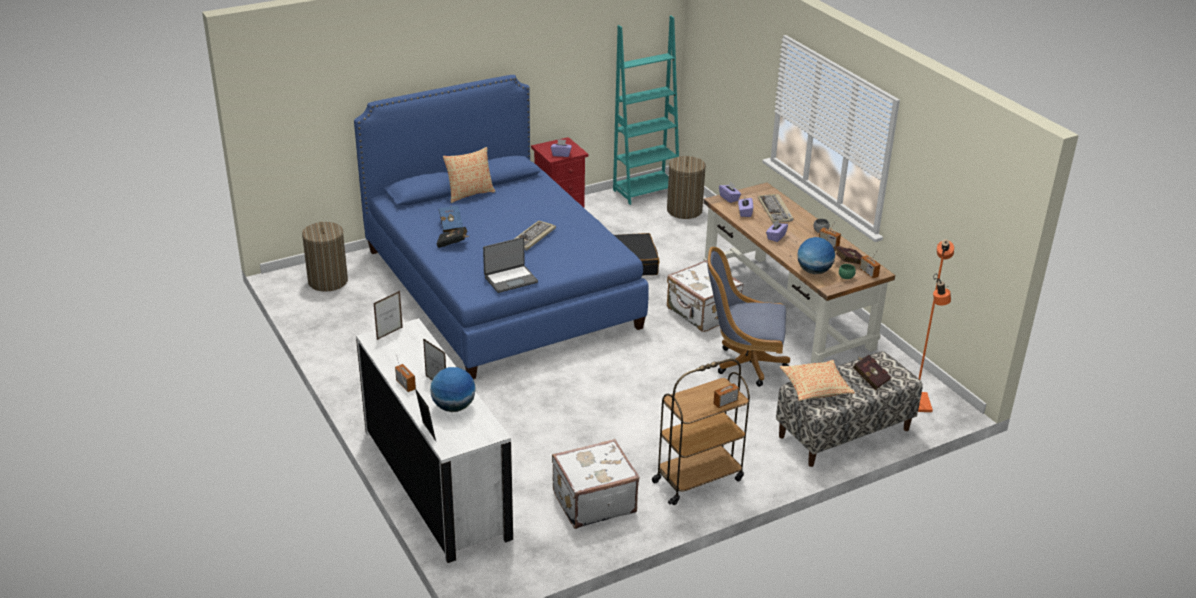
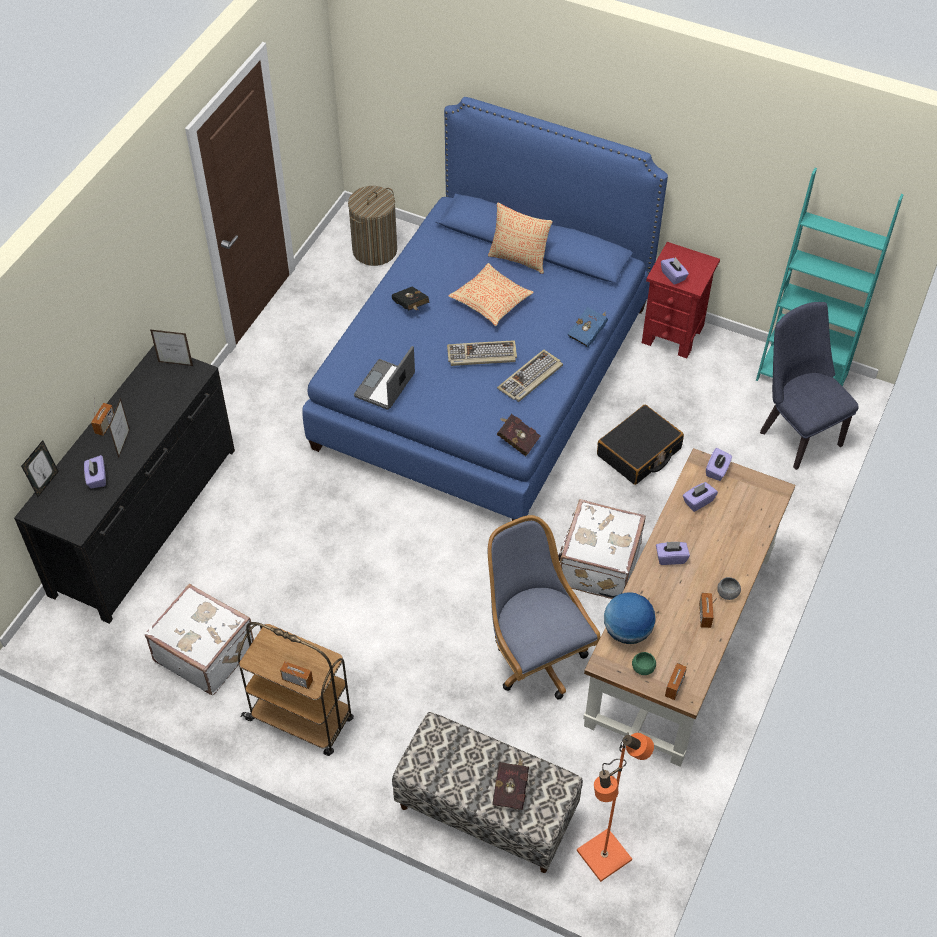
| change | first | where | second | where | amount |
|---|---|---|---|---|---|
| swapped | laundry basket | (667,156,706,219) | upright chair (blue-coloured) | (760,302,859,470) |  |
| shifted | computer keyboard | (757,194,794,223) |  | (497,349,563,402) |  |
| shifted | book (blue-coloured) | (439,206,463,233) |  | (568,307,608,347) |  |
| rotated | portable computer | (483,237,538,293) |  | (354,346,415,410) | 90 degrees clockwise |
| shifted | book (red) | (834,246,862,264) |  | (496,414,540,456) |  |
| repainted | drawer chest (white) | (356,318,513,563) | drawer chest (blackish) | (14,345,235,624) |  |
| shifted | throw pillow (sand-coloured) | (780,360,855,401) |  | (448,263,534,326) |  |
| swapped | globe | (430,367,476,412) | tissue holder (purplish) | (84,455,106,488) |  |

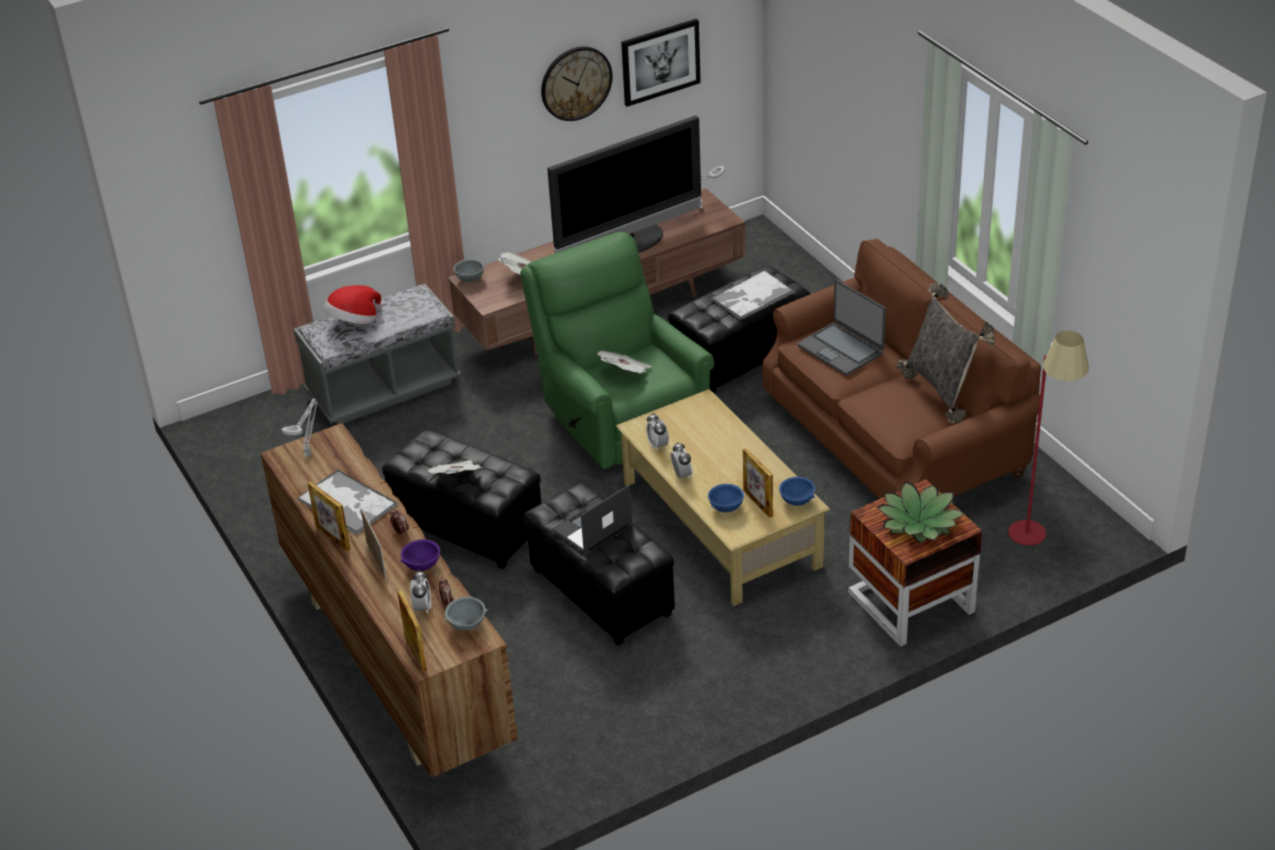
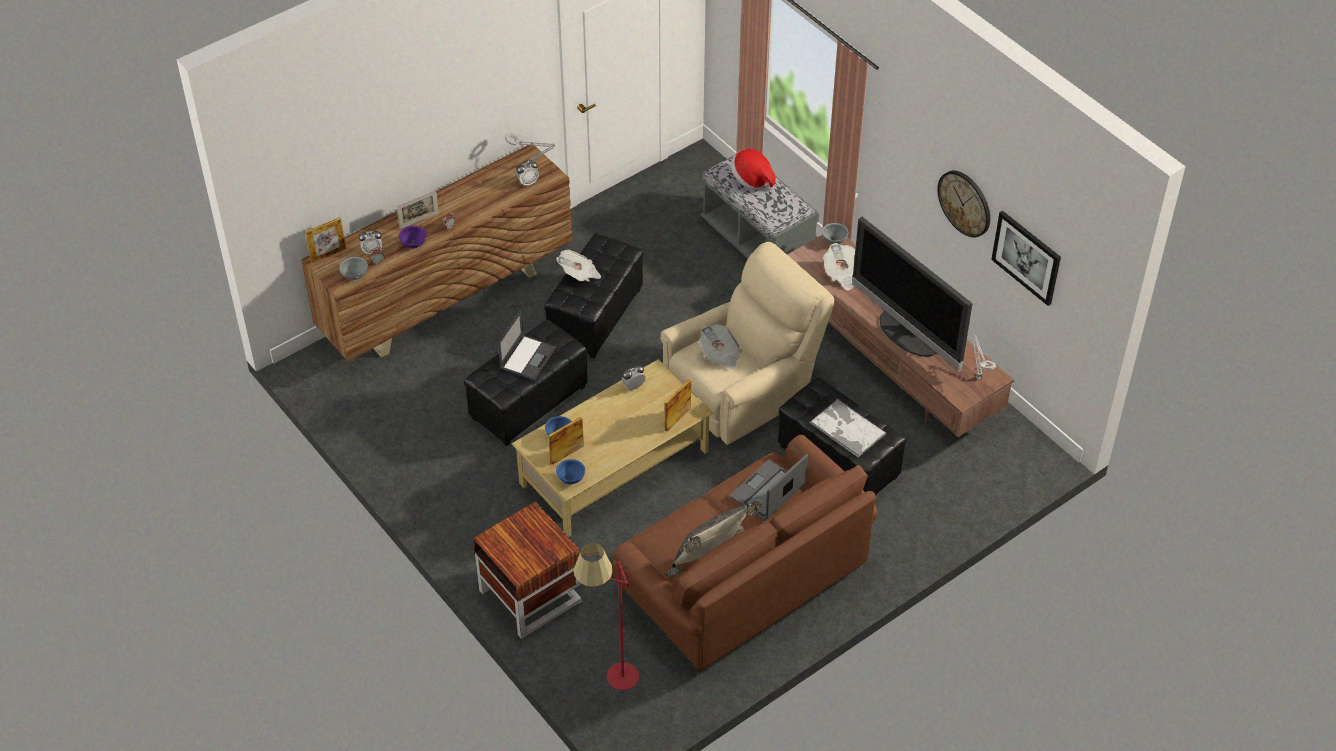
| change | first | where | second | where | amount |
|---|---|---|---|---|---|
| repainted | easy chair (green-coloured) | (520,232,714,469) | easy chair (sand-coloured) | (660,242,835,445) |  |
| shifted | table clock | (671,443,692,479) |  | (516,160,539,187) |  |
| gone | carrying tray | (298,469,397,535) |  |  |  |
| shifted | picture frame | (307,481,350,551) |  | (665,379,691,431) |  |
| gone | potted plant | (877,481,965,543) |  |  |  |
| rotated | portable computer | (552,484,633,555) |  | (498,310,556,381) | 75 degrees clockwise |

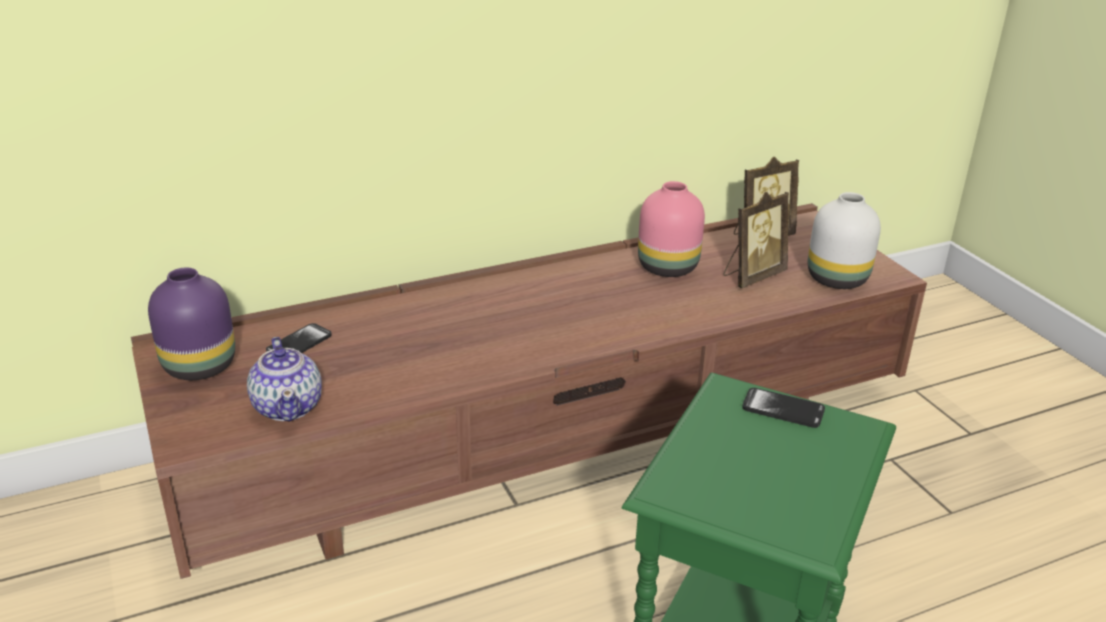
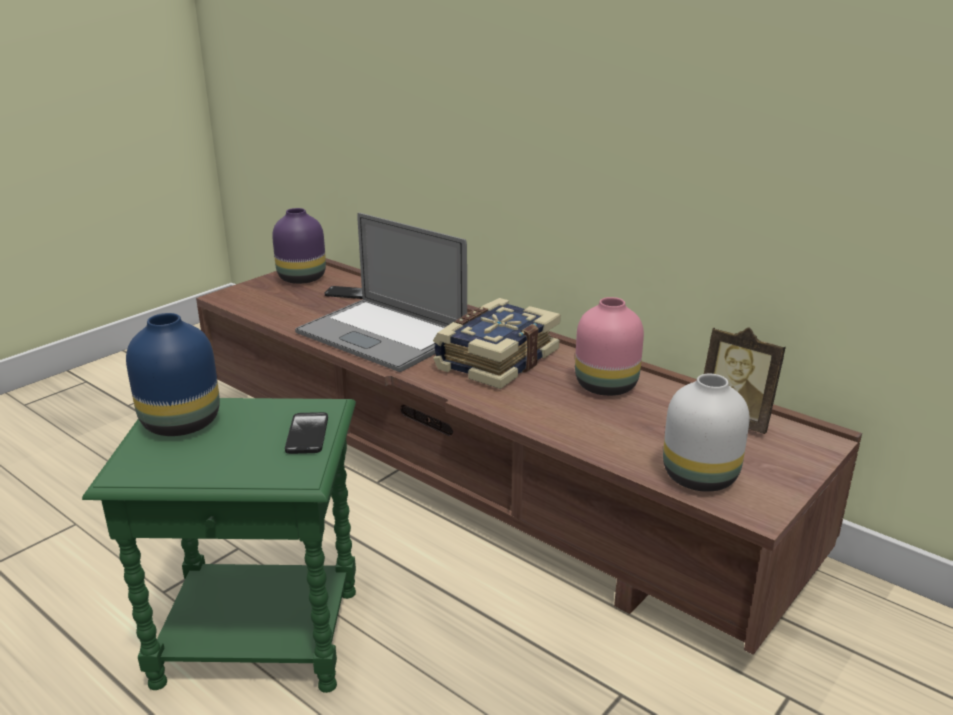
| change | first | where | second | where | amount |
|---|---|---|---|---|---|
| gone | picture frame | (723,192,789,288) |  |  |  |
| gone | tea pot | (247,337,322,421) |  |  |  |
| new |  |  | portable computer | (295,213,467,372) |  |
| new |  |  | book | (433,298,561,389) |  |
| new |  |  | vase (blue-coloured) | (126,313,220,436) |  |

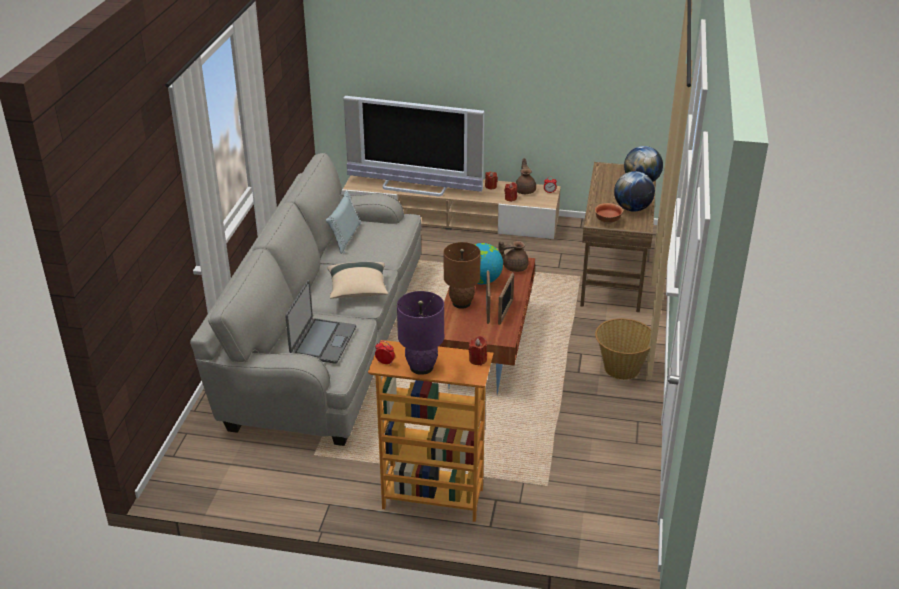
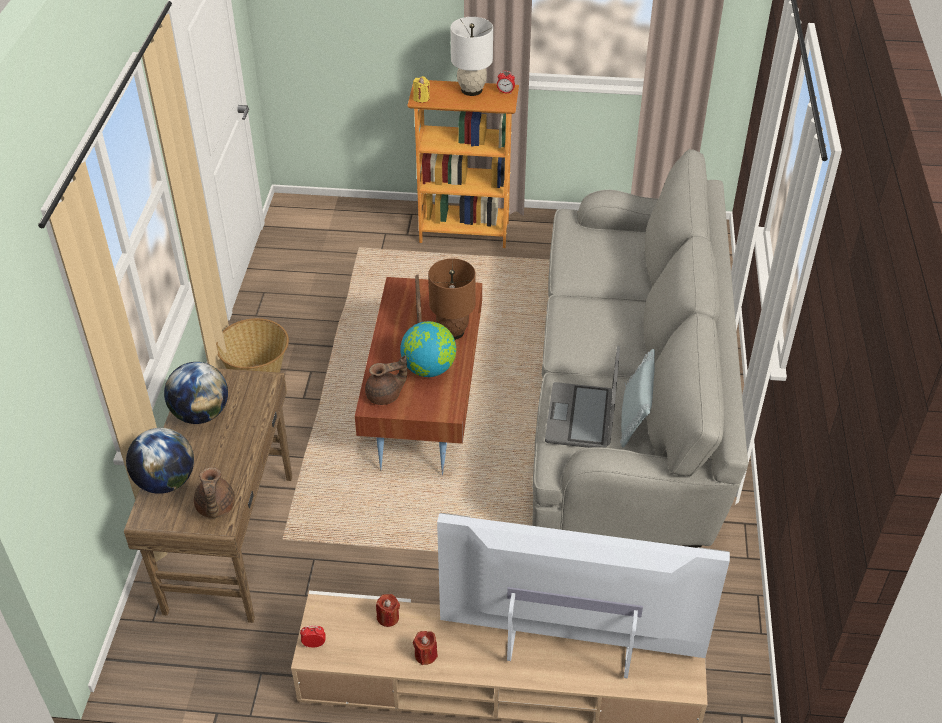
| change | first | where | second | where | amount |
|---|---|---|---|---|---|
| shifted | tea pot (brownish) | (516,158,536,194) |  | (194,467,235,518) |  |
| gone | serving bowl | (595,203,623,224) |  |  |  |
| gone | throw pillow (sand-coloured) | (327,262,388,299) |  |  |  |
| gone | picture frame | (498,273,514,325) |  |  |  |
| shifted | portable computer | (285,280,356,364) |  | (545,346,620,448) |  |
| repainted | table lamp (purplish) | (397,291,444,375) | table lamp (white) | (451,17,493,96) |  |
| repainted | wax candle (red) | (468,336,487,365) | wax candle (yellowish) | (413,76,430,103) |  |

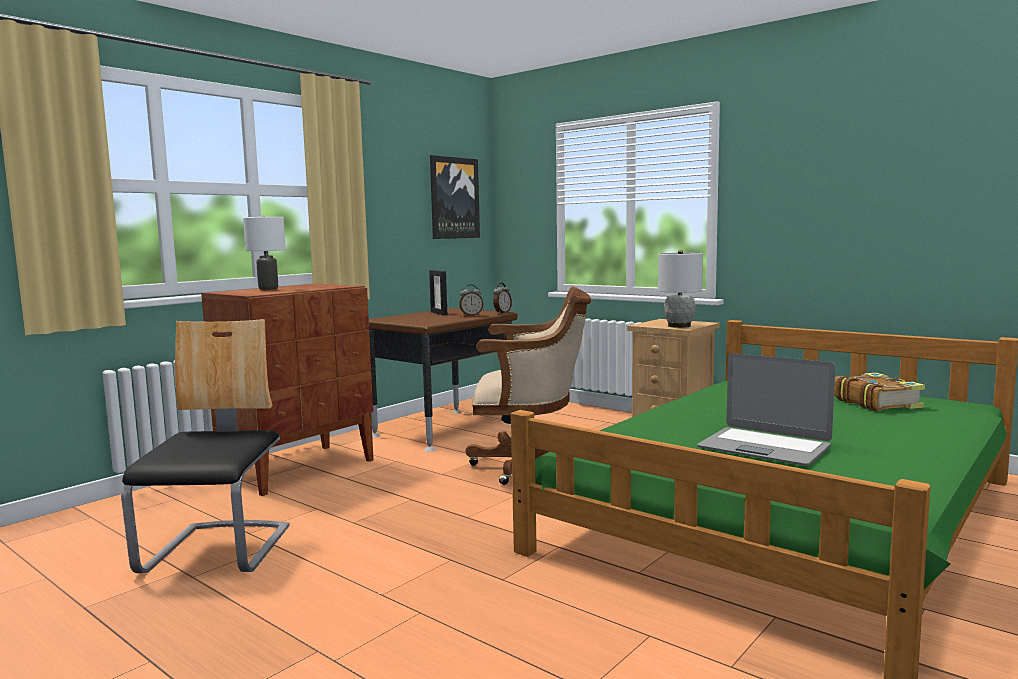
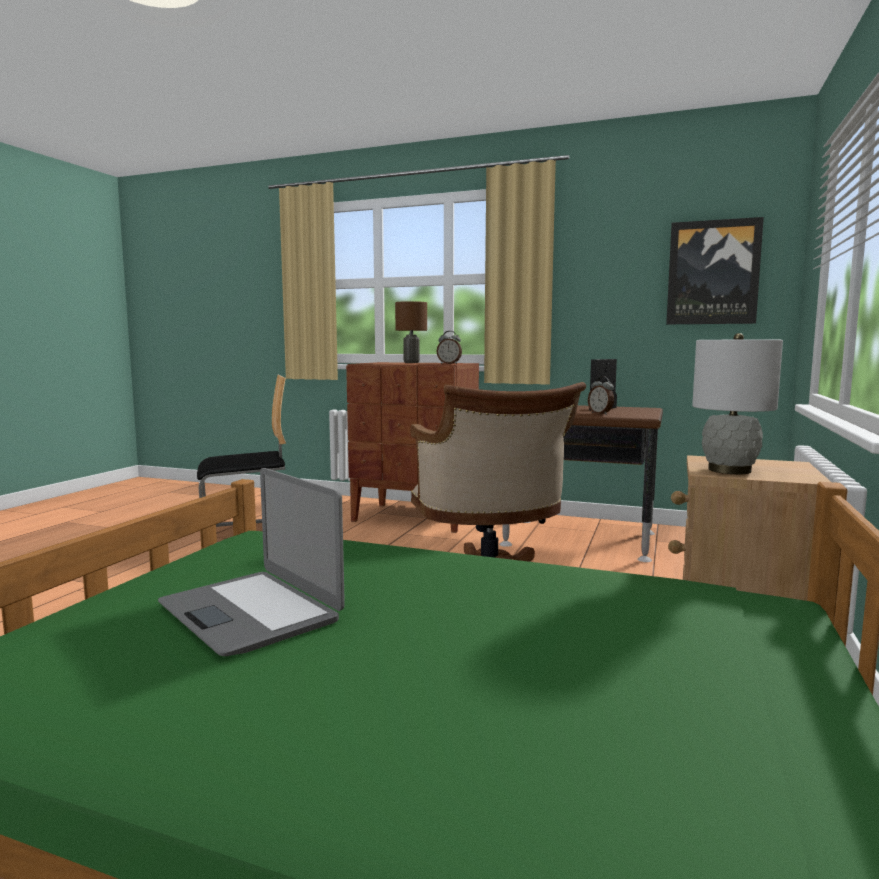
| change | first | where | second | where | amount |
|---|---|---|---|---|---|
| repainted | table lamp (white) | (243,216,286,290) | table lamp (brownish) | (395,301,427,363) |  |
| shifted | table clock | (493,283,512,314) |  | (437,331,462,364) |  |
| rotated | portable computer | (697,353,836,466) |  | (158,468,345,656) | 60 degrees counterclockwise |
| gone | book | (834,373,925,411) |  |  |  |

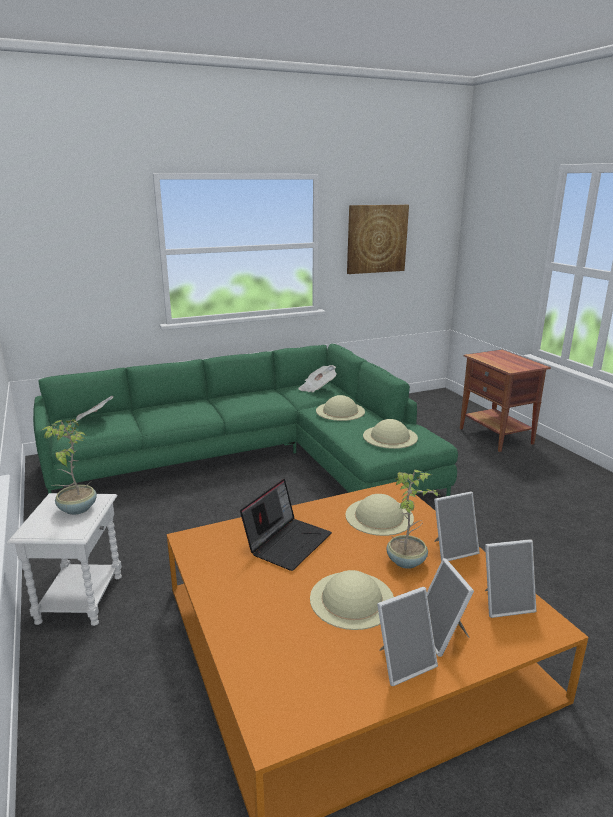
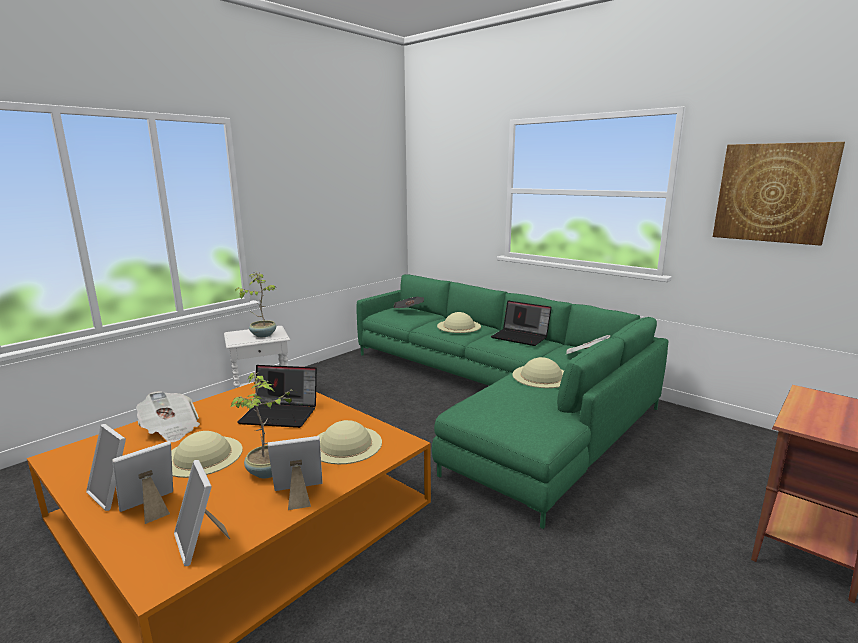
| change | first | where | second | where | amount |
|---|---|---|---|---|---|
| shifted | clothing hat (sand-coloured) | (363,419,418,449) |  | (437,312,481,333) |  |
| rotated | picture frame | (434,492,480,561) |  | (267,436,322,510) | 120 degrees clockwise |
| new |  |  | portable computer | (491,301,552,346) |  |
| new |  |  | newspaper | (136,391,200,442) |  |

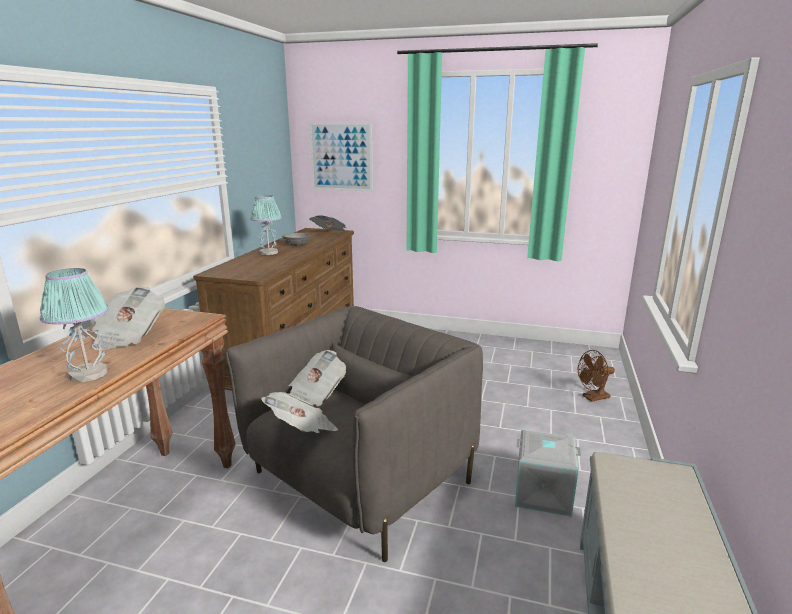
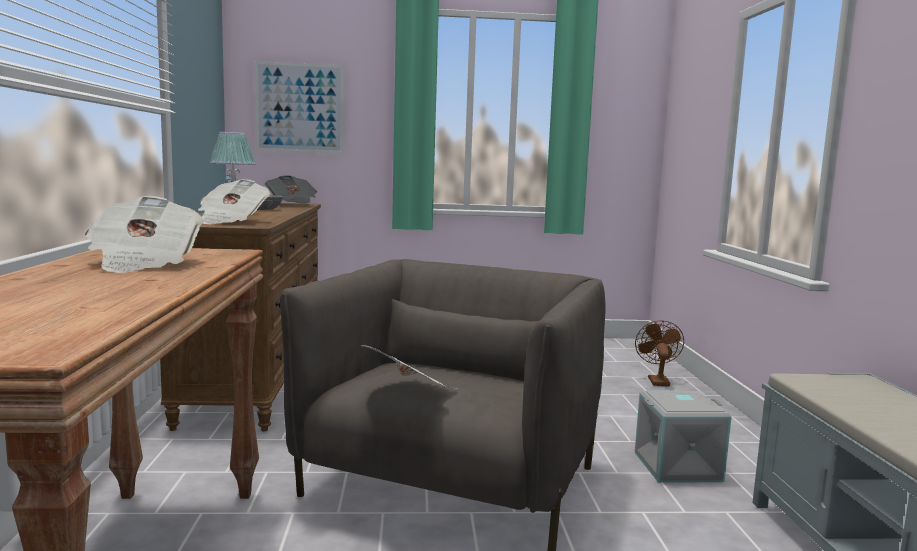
| change | first | where | second | where | amount |
|---|---|---|---|---|---|
| gone | table lamp | (40,268,109,382) |  |  |  |
| shifted | newspaper | (288,350,346,406) |  | (198,179,270,224) |  |
| rotated | cooling fan (brownish) | (578,350,615,402) |  | (635,320,684,387) | 135 degrees clockwise |

